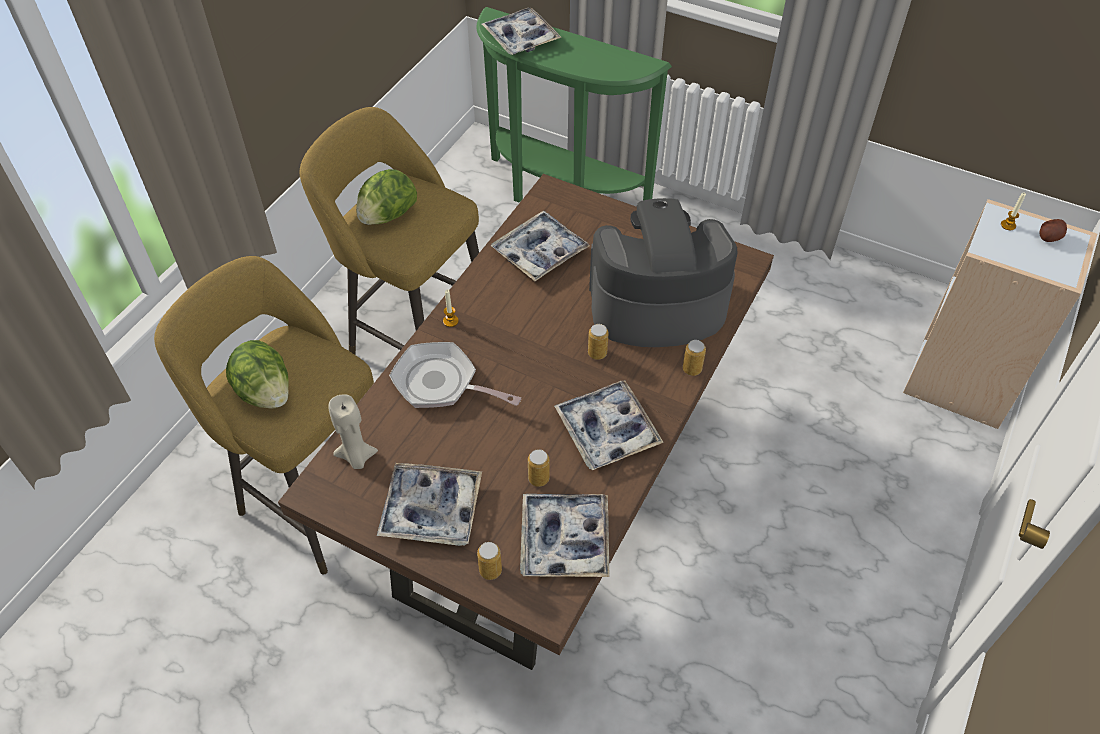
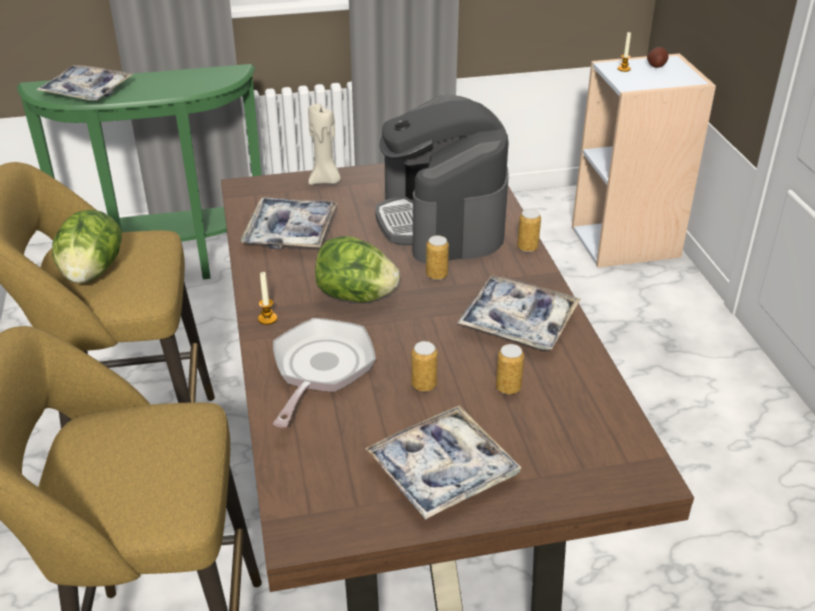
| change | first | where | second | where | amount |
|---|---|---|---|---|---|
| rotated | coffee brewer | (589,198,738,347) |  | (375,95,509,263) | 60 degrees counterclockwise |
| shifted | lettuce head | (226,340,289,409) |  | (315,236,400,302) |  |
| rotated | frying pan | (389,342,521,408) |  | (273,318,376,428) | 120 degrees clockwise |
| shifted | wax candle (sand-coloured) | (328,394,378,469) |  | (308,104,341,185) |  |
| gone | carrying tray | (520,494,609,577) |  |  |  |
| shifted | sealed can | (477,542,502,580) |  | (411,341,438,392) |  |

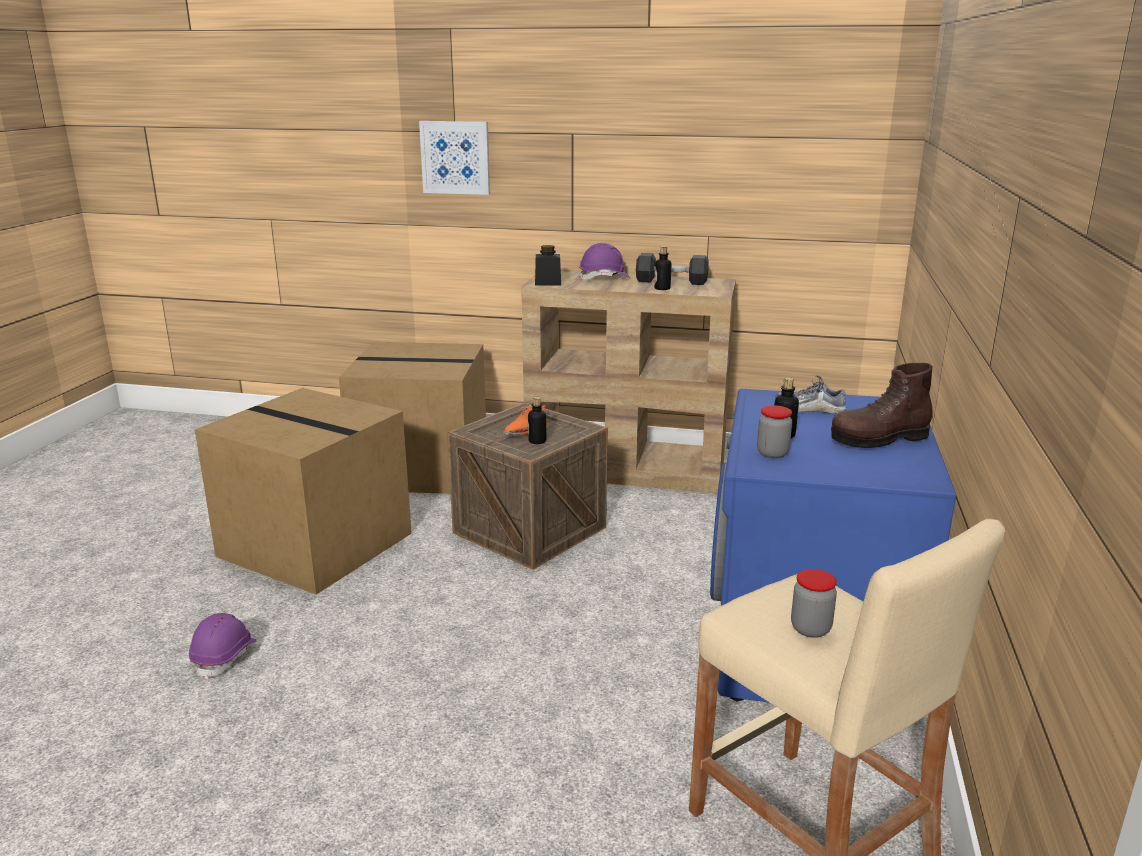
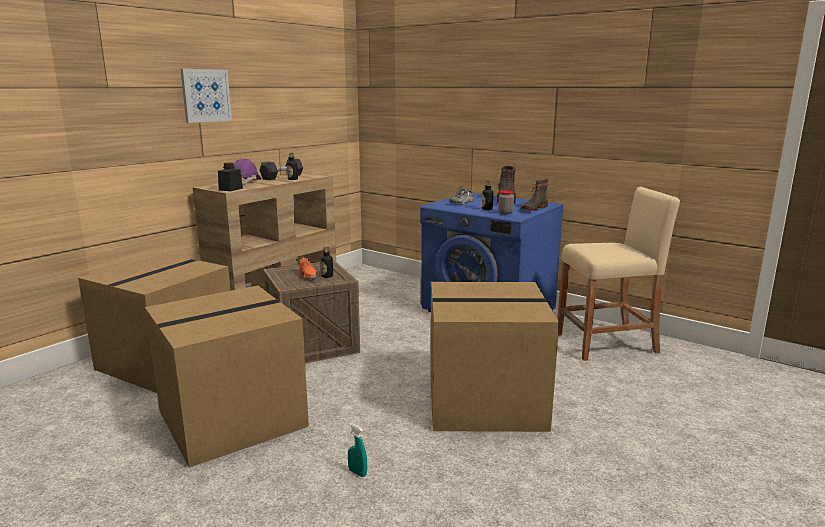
| change | first | where | second | where | amount |
|---|---|---|---|---|---|
| shifted | wall picture | (419,121,490,195) |  | (180,69,232,123) |  |
| gone | preserve jar | (791,569,837,638) |  |  |  |
| swapped | safety helmet (purplish) | (189,613,256,680) | hand sprayer (blue-green) | (348,423,367,477) |  |
| new |  |  | boot | (521,179,548,211) |  |
| new |  |  | packing box | (430,282,559,432) |  |

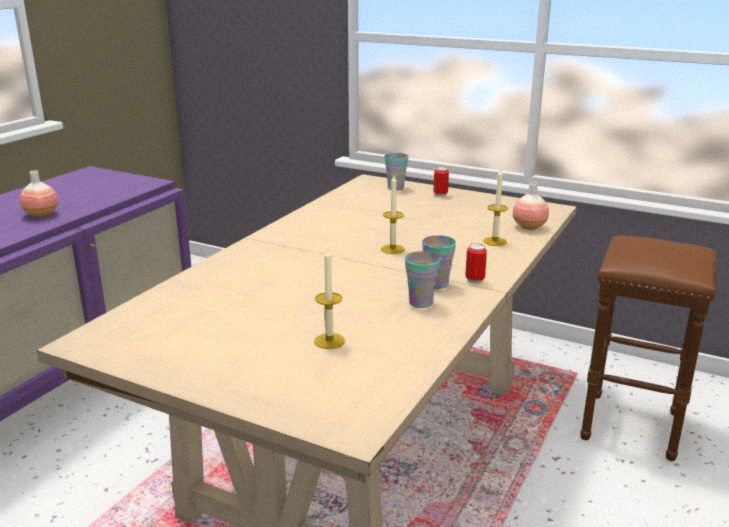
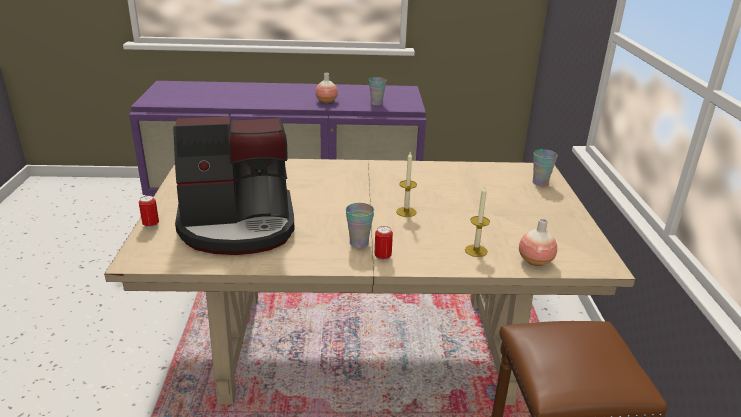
| change | first | where | second | where | amount |
|---|---|---|---|---|---|
| shifted | sealed can | (433,167,449,197) |  | (139,195,159,228) |  |
| swapped | wax candle | (314,247,345,349) | coffee brewer | (173,116,295,255) |  |
| shifted | small cup | (405,251,441,308) |  | (369,77,386,105) |  |

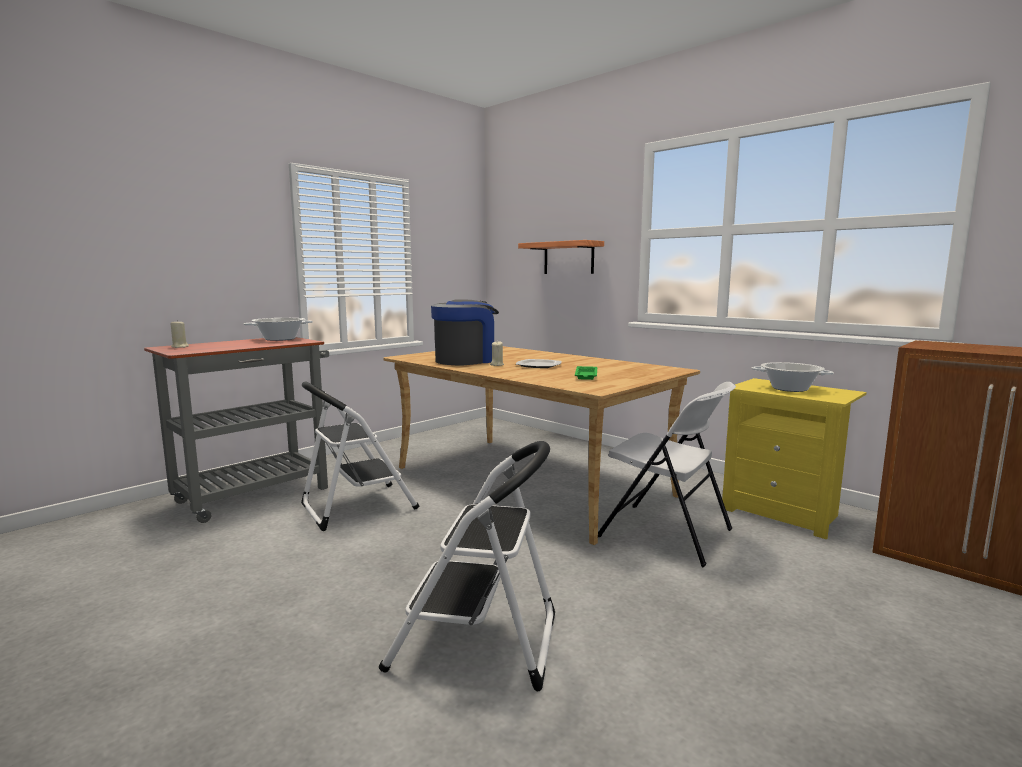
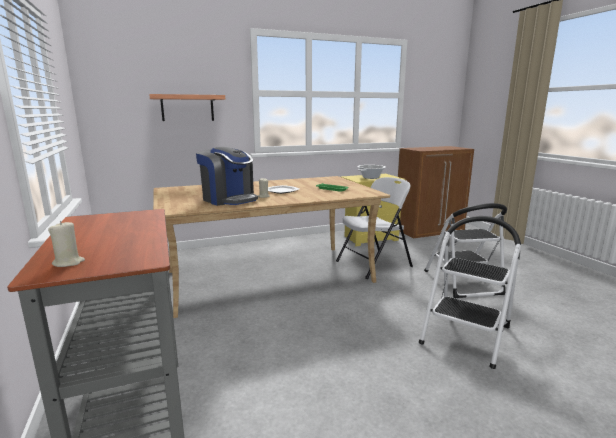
| change | first | where | second | where | amount |
|---|---|---|---|---|---|
| rotated | coffee brewer | (431,299,499,365) |  | (196,147,258,206) | 150 degrees clockwise |
| gone | saucepot | (243,318,313,341) |  |  |  |
| shifted | step ladder | (301,381,419,531) |  | (424,203,507,298) |  |

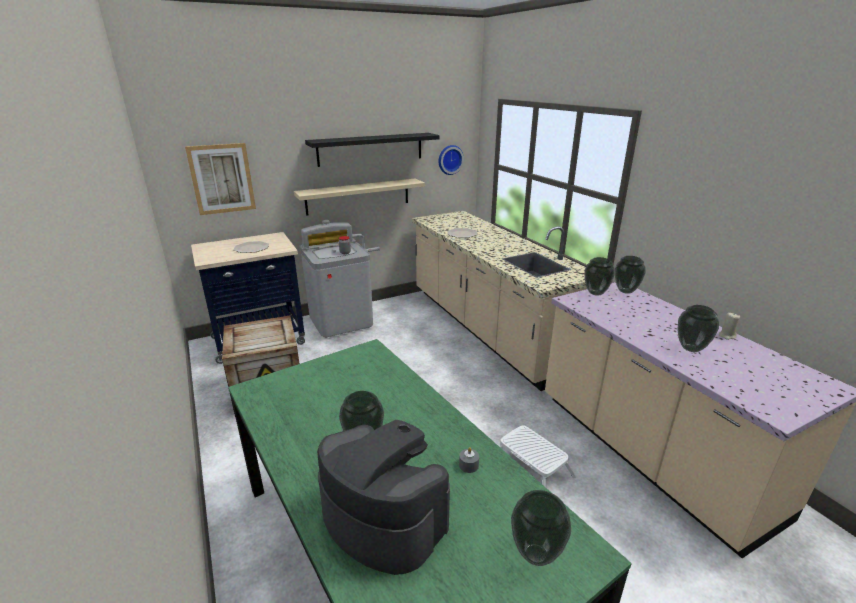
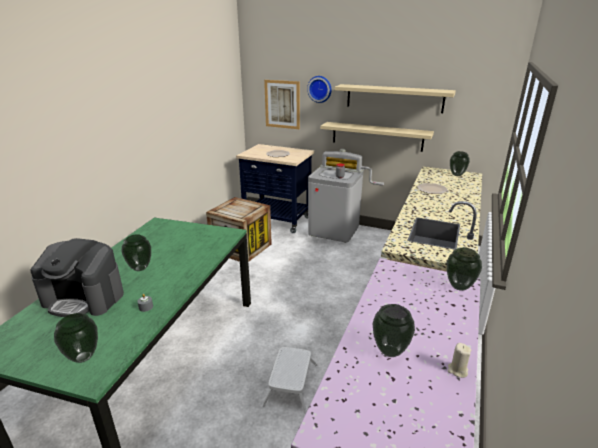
| change | first | where | second | where | amount |
|---|---|---|---|---|---|
| repainted | shelf (blackish) | (305,133,439,167) | shelf (sand-coloured) | (335,84,456,113) |  |
| shifted | hanging clock | (438,145,464,175) |  | (307,76,331,103) |  |
| shifted | vase | (584,257,615,296) |  | (450,151,470,176) |  |
| rotated | coffee brewer | (317,420,450,575) |  | (30,238,124,317) | 105 degrees clockwise |

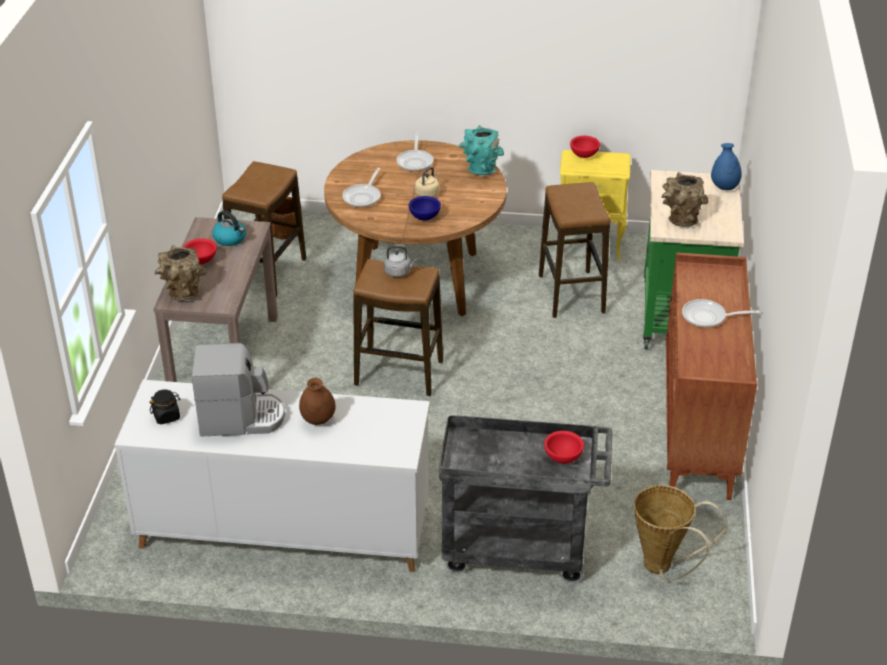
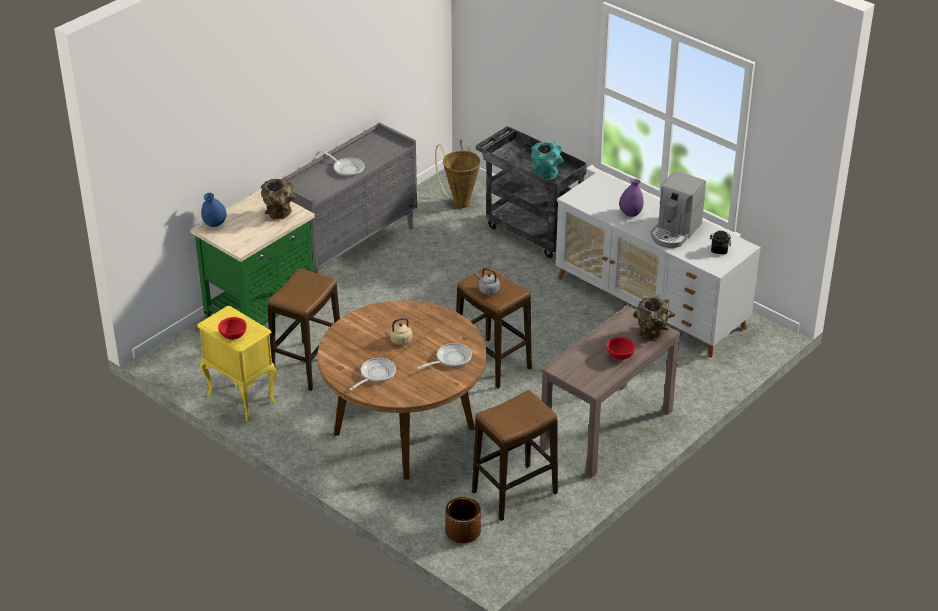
| change | first | where | second | where | amount |
|---|---|---|---|---|---|
| shifted | vase (blue-green) | (459,125,504,176) |  | (531,141,564,180) |  |
| gone | serving bowl (blue-coloured) | (409,196,441,220) |  |  |  |
| gone | water kettle | (212,211,246,246) |  |  |  |
| repainted | cabinet (brownish) | (666,252,757,500) | cabinet (gray) | (284,122,417,274) |  |
| rotated | coffee brewer | (192,343,285,436) |  | (651,171,706,248) | 90 degrees counterclockwise |
| repainted | vase (brownish) | (299,378,336,425) | vase (purplish) | (619,179,644,217) |  |
| gone | serving bowl (red) | (544,431,584,463) |  |  |  |

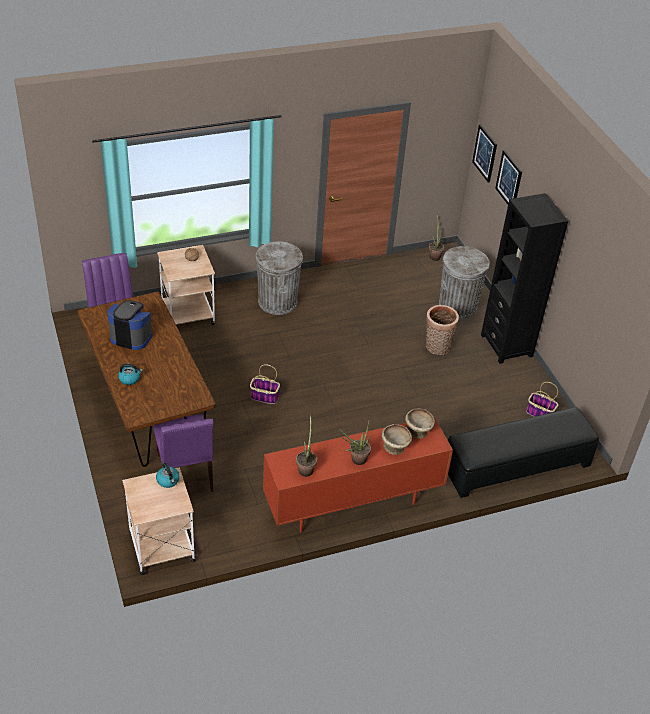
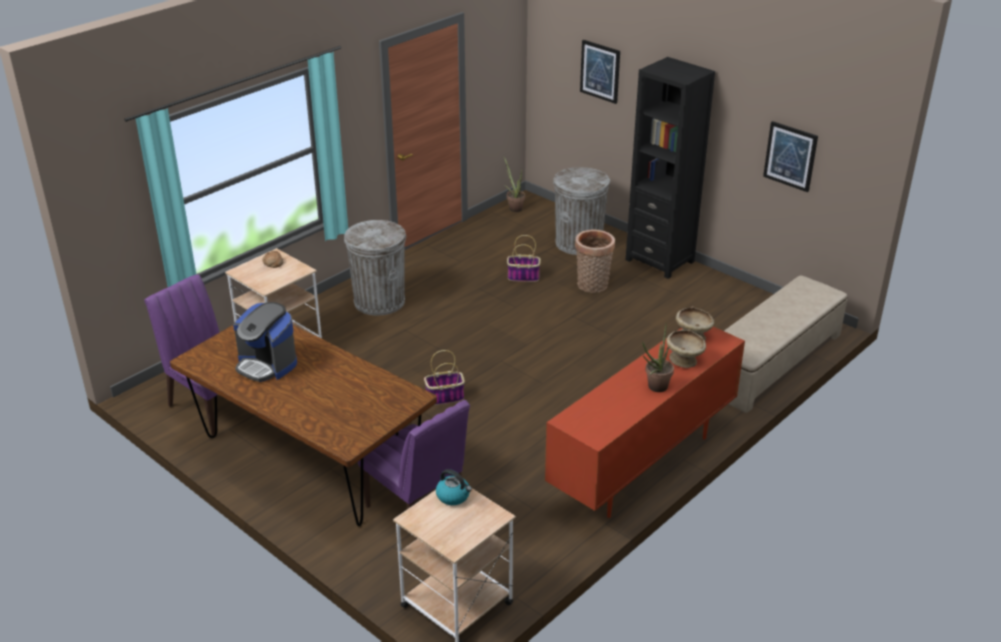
| change | first | where | second | where | amount |
|---|---|---|---|---|---|
| shifted | wall picture | (472,124,497,182) |  | (763,121,818,192) |  |
| rotated | coffee brewer | (107,300,152,350) |  | (233,302,297,382) | 135 degrees counterclockwise |
| gone | water kettle | (118,364,143,385) |  |  |  |
| shifted | household basket | (526,382,558,417) |  | (507,235,541,282) |  |
| repainted | indoor bench (blackish) | (448,407,599,498) | indoor bench (sand-coloured) | (724,276,847,413) |  |
| gone | potted plant | (296,414,317,477) |  |  |  |

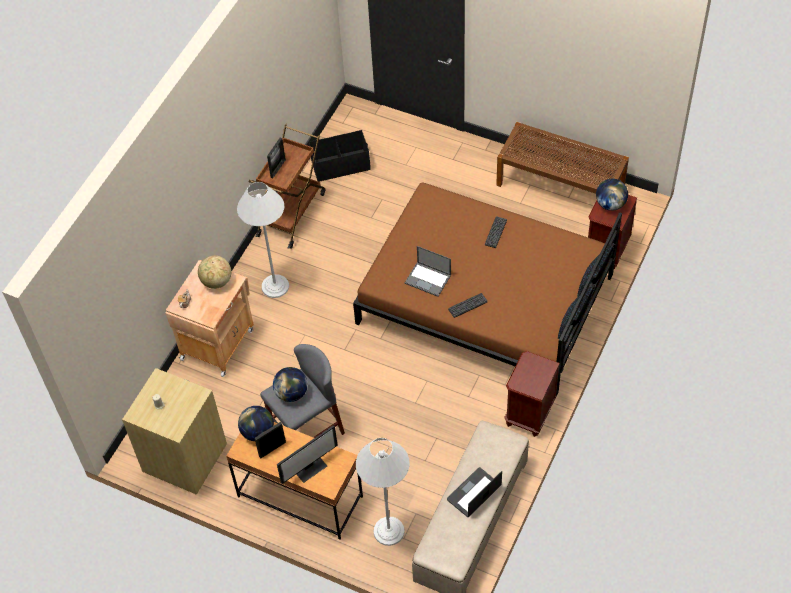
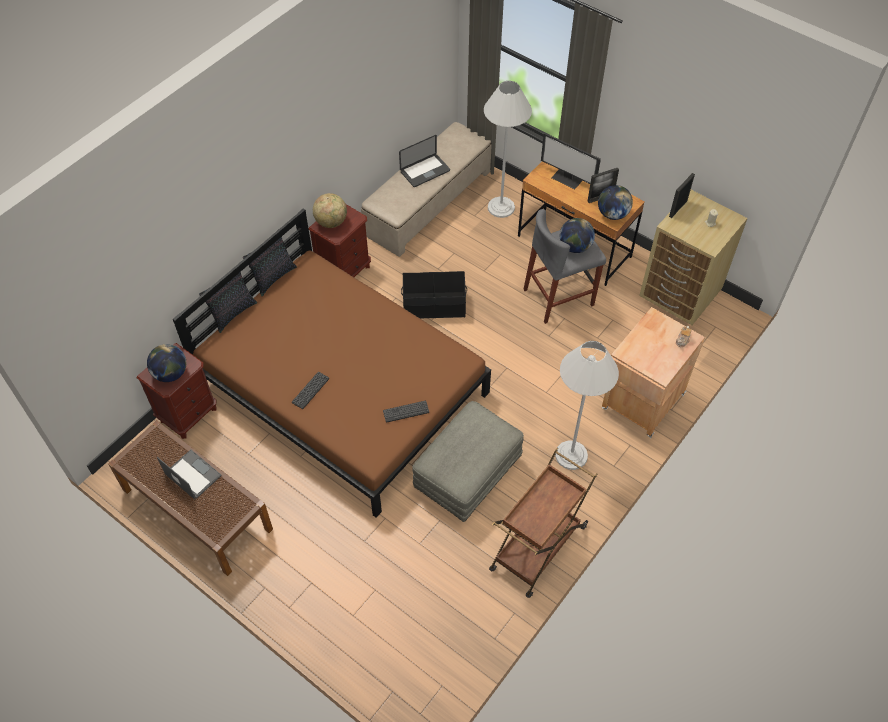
| change | first | where | second | where | amount |
|---|---|---|---|---|---|
| shifted | storage box (blackish) | (309,130,370,182) |  | (401,271,467,318) |  |
| shifted | picture frame | (267,138,286,178) |  | (669,173,695,218) |  |
| shifted | portable computer | (405,246,451,297) |  | (157,450,222,500) |  |
| shifted | globe | (198,255,231,289) |  | (313,193,347,228) |  |
| shifted | computer keyboard | (448,293,488,318) |  | (383,401,429,423) |  |
| rotated | monitor | (277,425,338,484) |  | (541,133,601,189) | 120 degrees counterclockwise |
| new |  |  | pouffe (gray) | (412,401,524,522) |  |

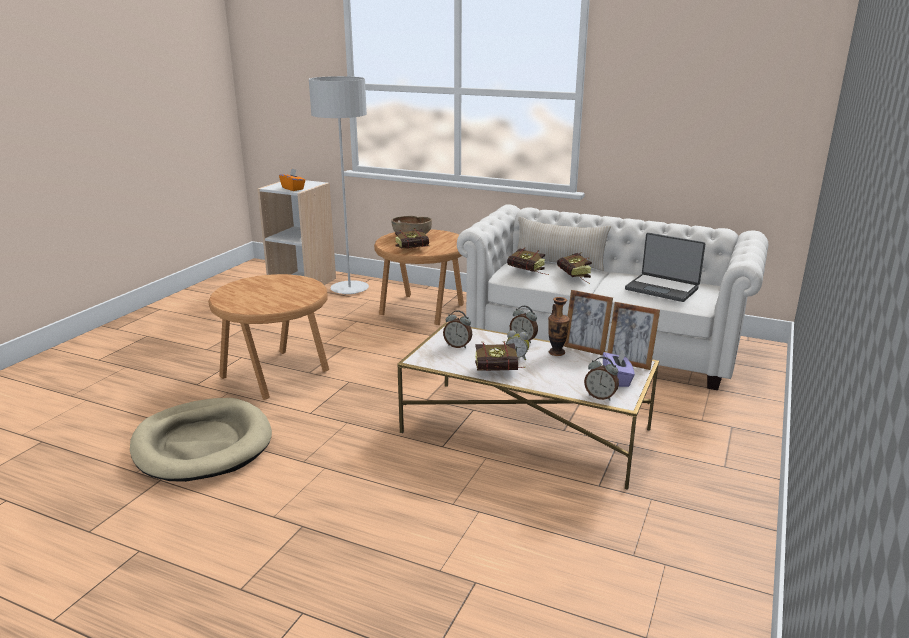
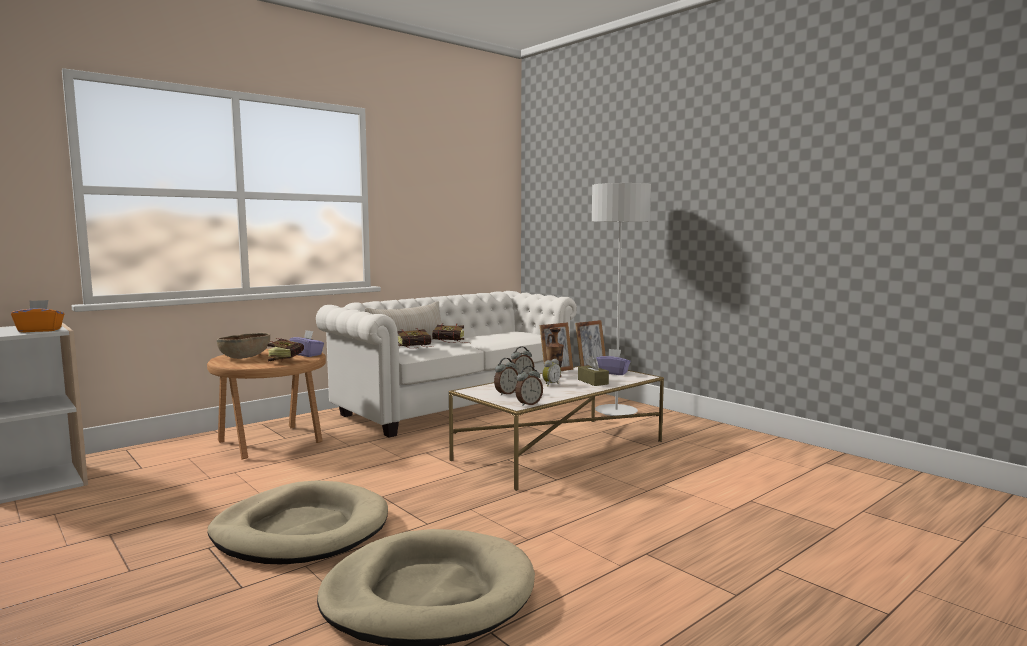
| change | first | where | second | where | amount |
|---|---|---|---|---|---|
| shifted | floor lamp (gray) | (309,76,369,294) |  | (592,183,651,416) |  |
| gone | portable computer | (625,233,705,302) |  |  |  |
| swapped | end table (brownish) | (208,274,329,400) | dog bed (sand-coloured) | (208,480,388,564) |  |
| gone | book | (475,341,525,371) |  |  |  |
| shifted | table clock | (584,357,619,401) |  | (515,366,543,406) |  |
| new |  |  | tissue holder (purplish) | (290,330,324,357) |  |
| new |  |  | tissue holder (brownish) | (578,356,609,386) |  |

